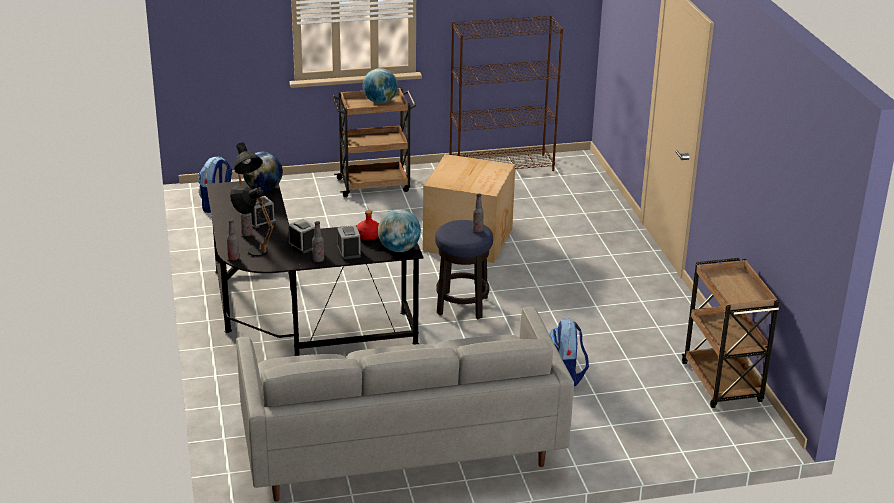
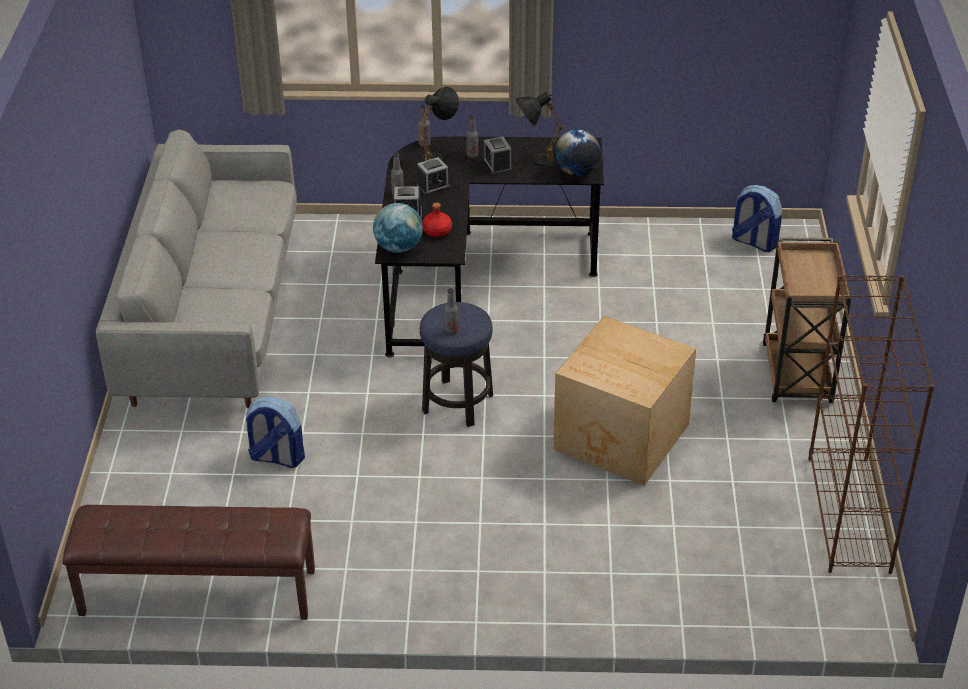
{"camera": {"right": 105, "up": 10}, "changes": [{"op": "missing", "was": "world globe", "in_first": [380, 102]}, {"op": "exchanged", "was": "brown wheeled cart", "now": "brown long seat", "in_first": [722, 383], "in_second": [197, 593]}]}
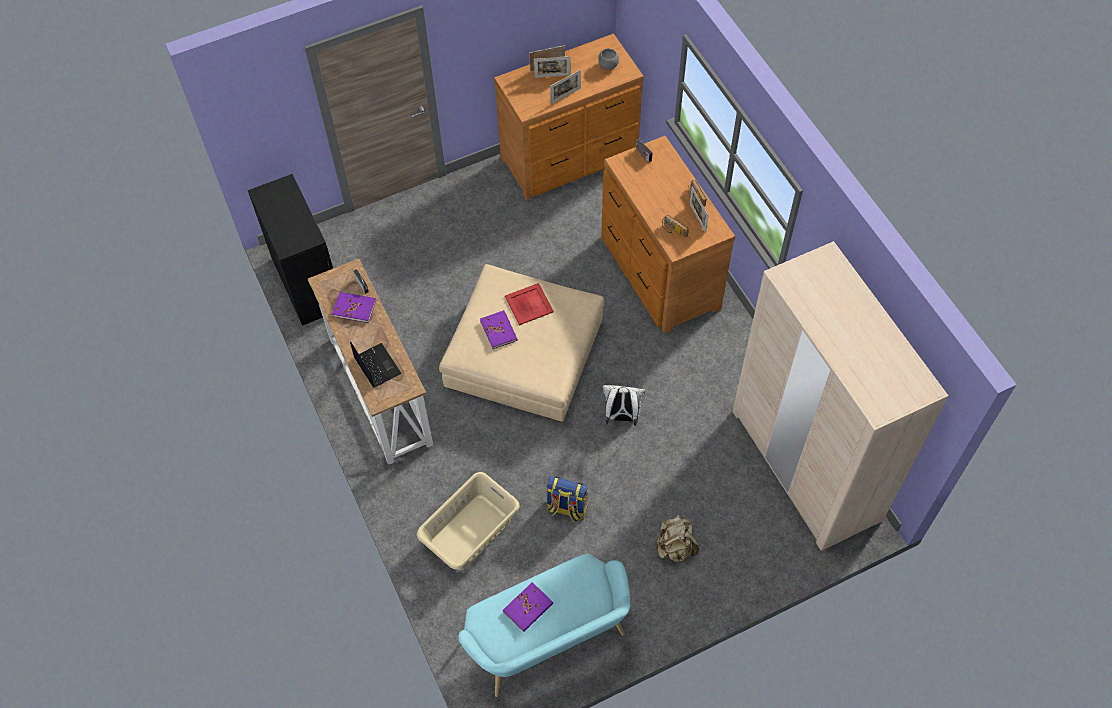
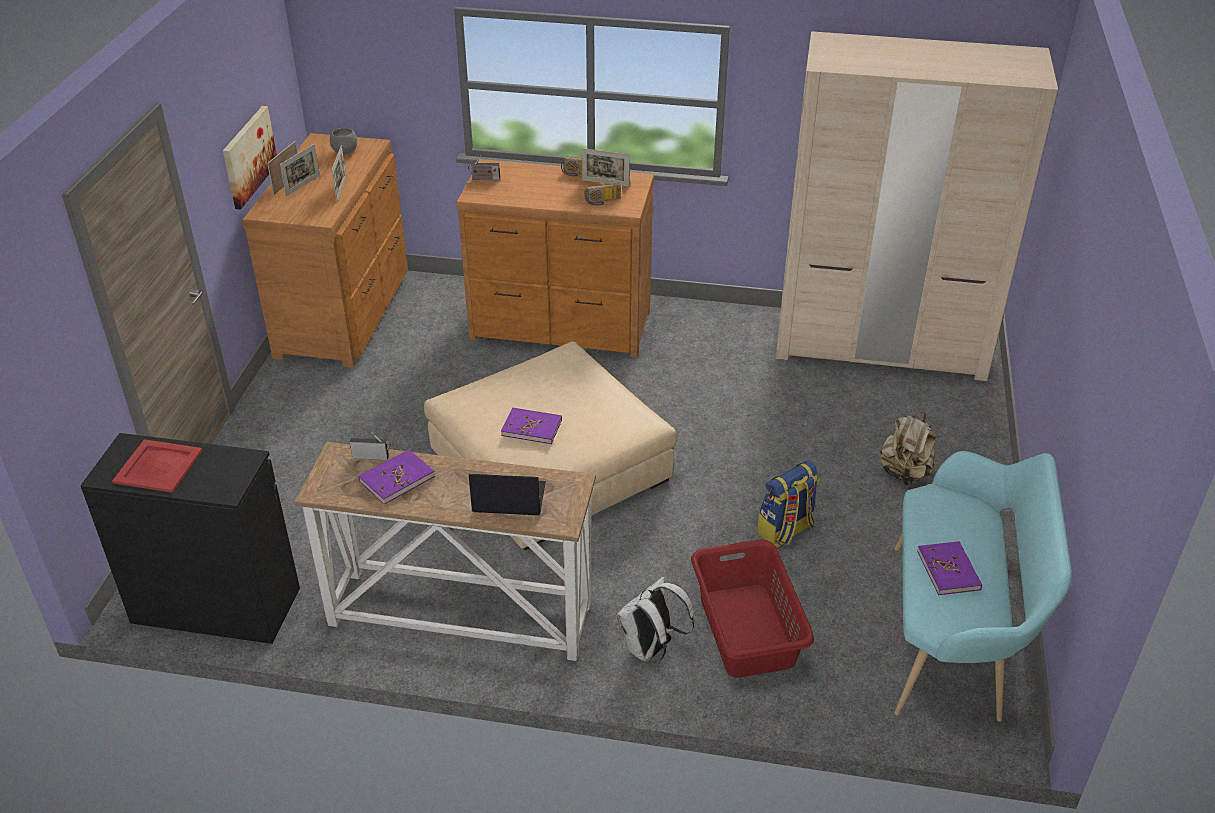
{"camera": {"right": -55, "up": -20}, "changes": [{"op": "appeared", "now": "wall picture", "in_second": [248, 156]}, {"op": "relocated", "was": "red-coloured serving tray", "in_first": [528, 304], "in_second": [157, 466]}, {"op": "relocated", "was": "white knapsack", "in_first": [621, 416], "in_second": [651, 649]}, {"op": "colour", "was": "sand-coloured laundry basket", "now": "red-coloured laundry basket", "in_first": [469, 532], "in_second": [746, 631]}]}
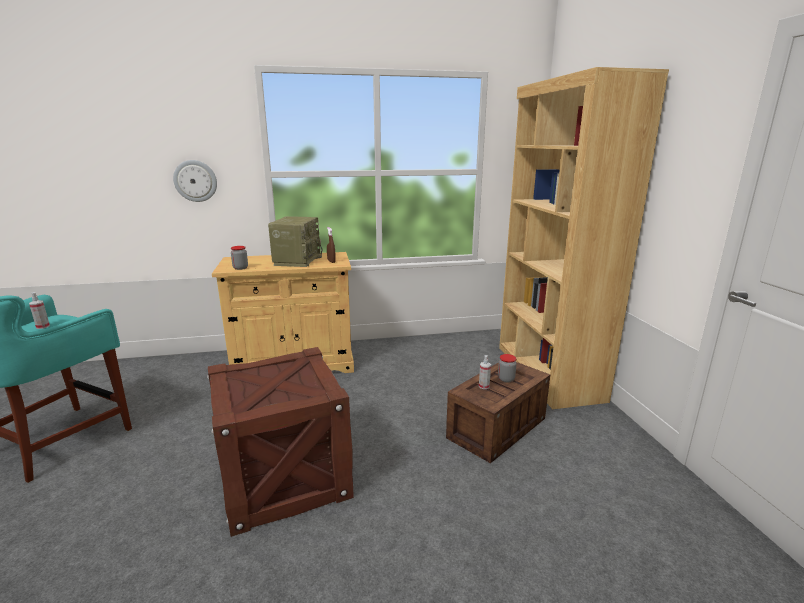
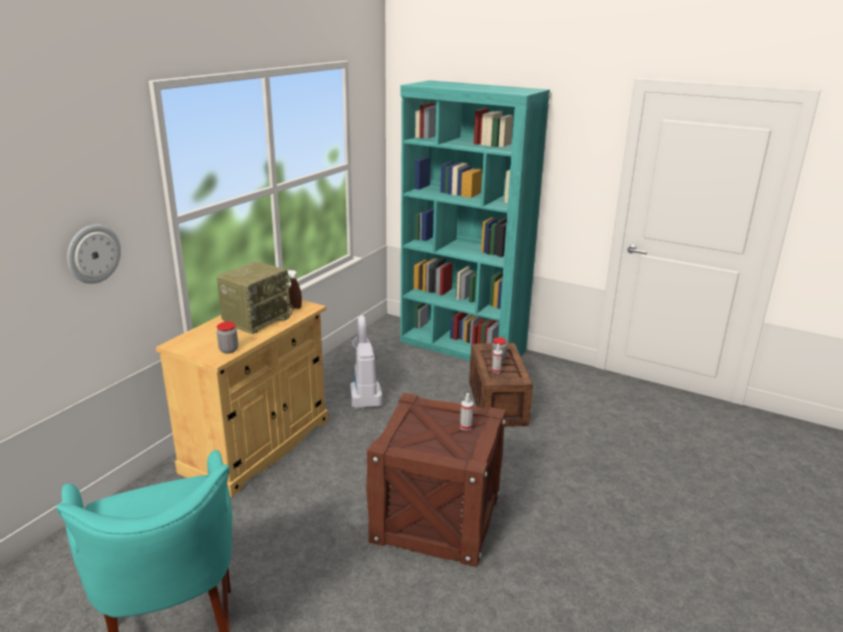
{"camera": {"right": -50, "up": 5}, "changes": [{"op": "appeared", "now": "hoover", "in_second": [364, 389]}, {"op": "relocated", "was": "hand sprayer", "in_first": [43, 326], "in_second": [466, 427]}, {"op": "colour", "was": "brown bookshelf", "now": "blue-green bookshelf", "in_first": [547, 372], "in_second": [462, 346]}, {"op": "spun", "was": "radio set", "in_first": [297, 260], "in_second": [257, 319], "clockwise": 75}]}
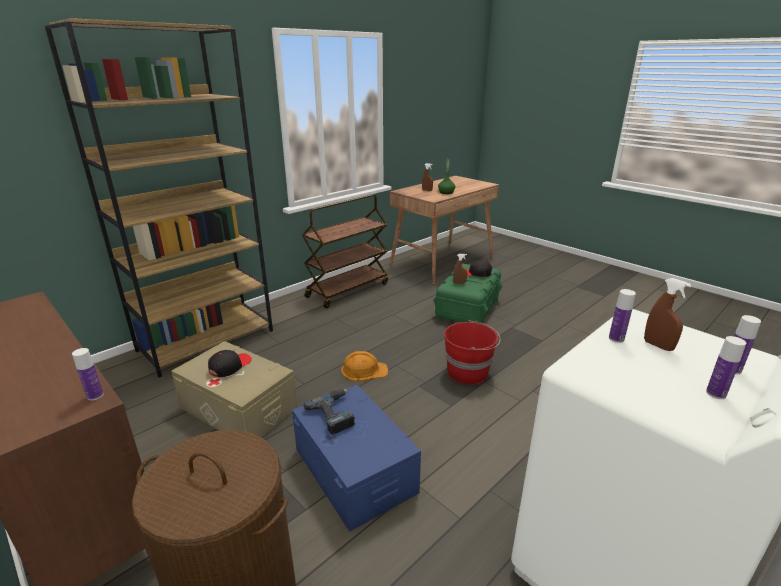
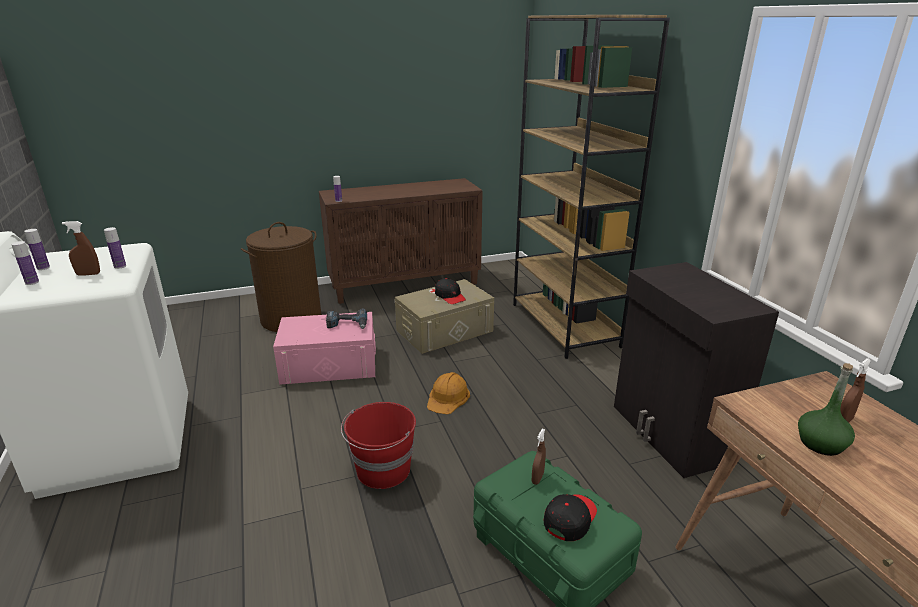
{"camera": {"right": 115, "up": 0}, "changes": [{"op": "exchanged", "was": "brown wheeled cart", "now": "black-coloured cabinet", "in_first": [348, 290], "in_second": [670, 434]}, {"op": "colour", "was": "bluish storage container", "now": "pink storage container", "in_first": [354, 470], "in_second": [329, 364]}]}
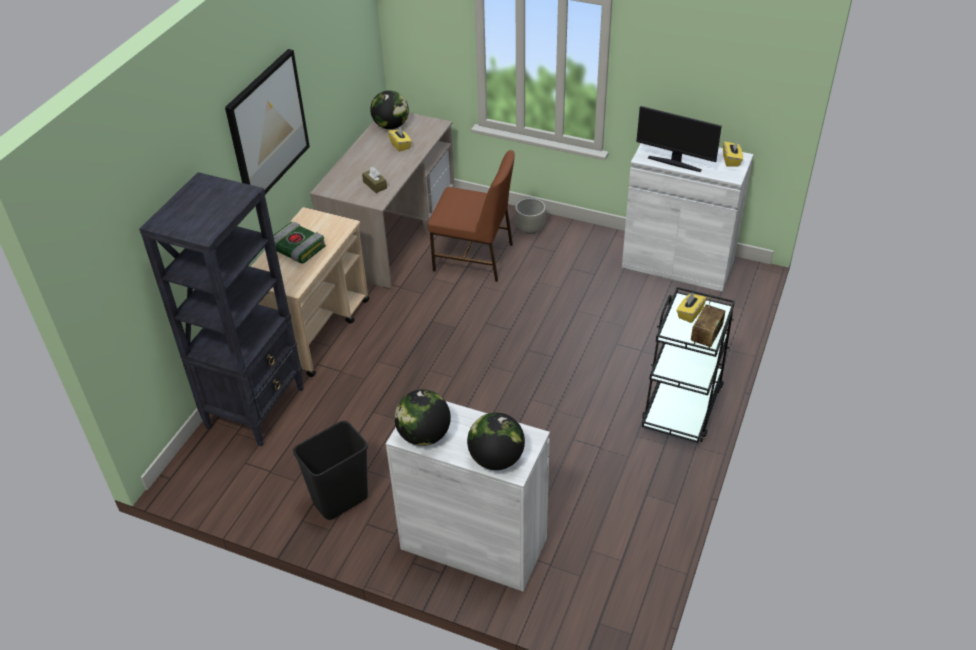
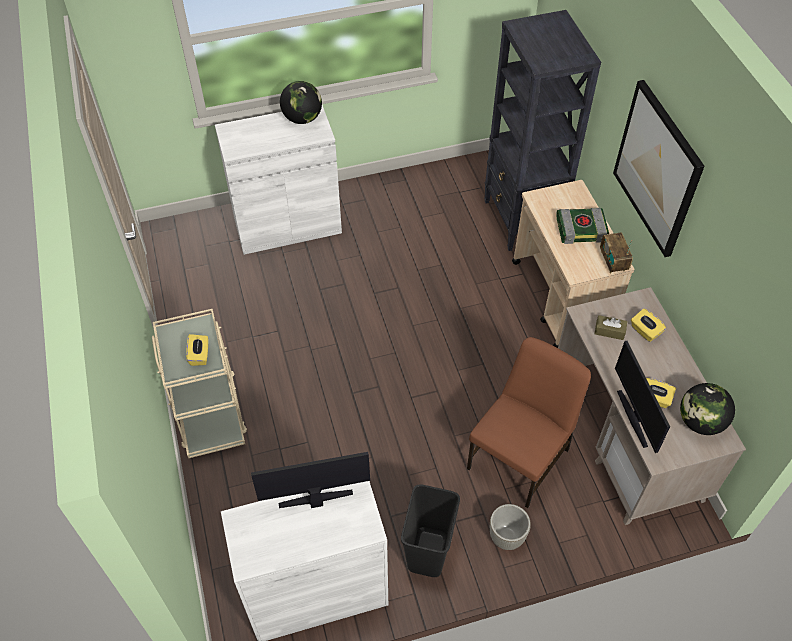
{"camera": {"right": 140, "up": 10}, "changes": [{"op": "missing", "was": "world globe", "in_first": [496, 459]}, {"op": "appeared", "now": "monitor", "in_second": [634, 418]}, {"op": "relocated", "was": "black-coloured trash can", "in_first": [340, 499], "in_second": [429, 553]}, {"op": "relocated", "was": "radio set", "in_first": [706, 336], "in_second": [613, 261]}, {"op": "relocated", "was": "yellow-coloured box of tissues", "in_first": [731, 160], "in_second": [645, 331]}, {"op": "colour", "was": "black-coloured wheeled cart", "now": "sand-coloured wheeled cart", "in_first": [682, 405], "in_second": [210, 412]}, {"op": "spun", "was": "brown upright chair", "in_first": [474, 258], "in_second": [520, 458], "clockwise": 150}]}
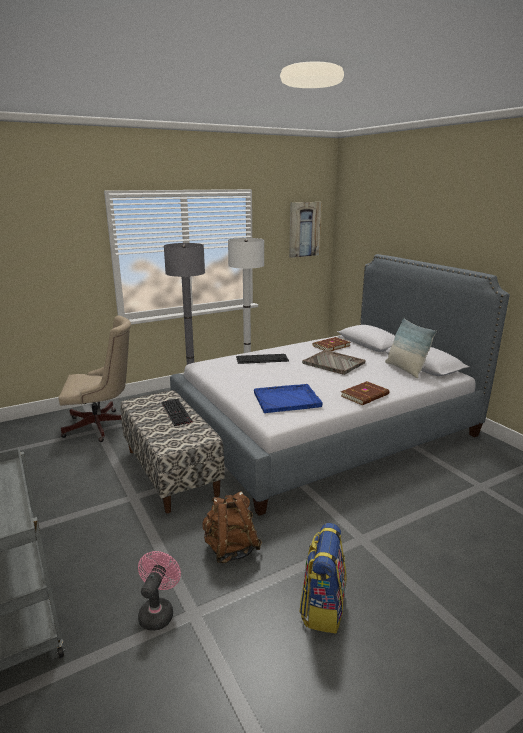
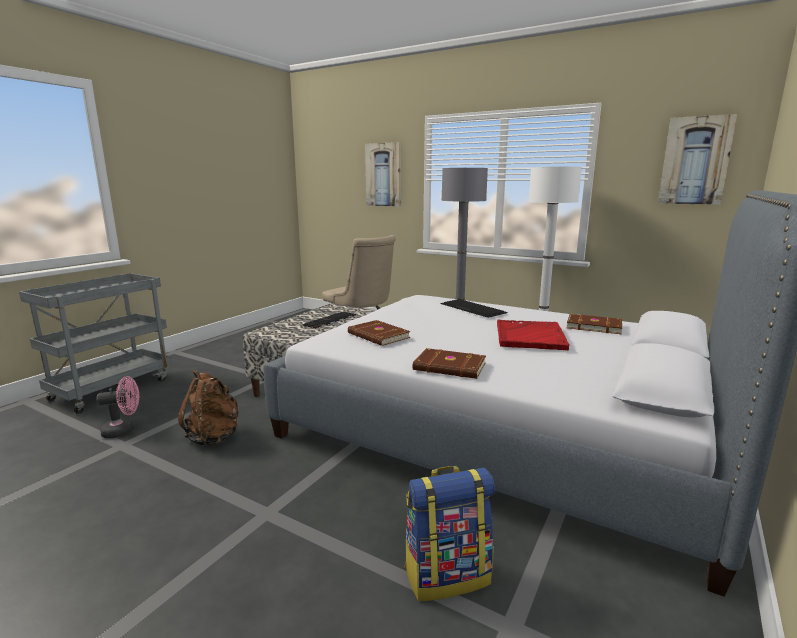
{"camera": {"right": 60, "up": -5}, "changes": [{"op": "missing", "was": "cushion", "in_first": [405, 369]}, {"op": "appeared", "now": "wall picture", "in_second": [384, 175]}, {"op": "relocated", "was": "knapsack", "in_first": [322, 607], "in_second": [447, 575]}, {"op": "exchanged", "was": "bluish serving tray", "now": "brown book", "in_first": [287, 399], "in_second": [378, 336]}, {"op": "colour", "was": "greyish serving tray", "now": "red-coloured serving tray", "in_first": [334, 363], "in_second": [529, 336]}]}
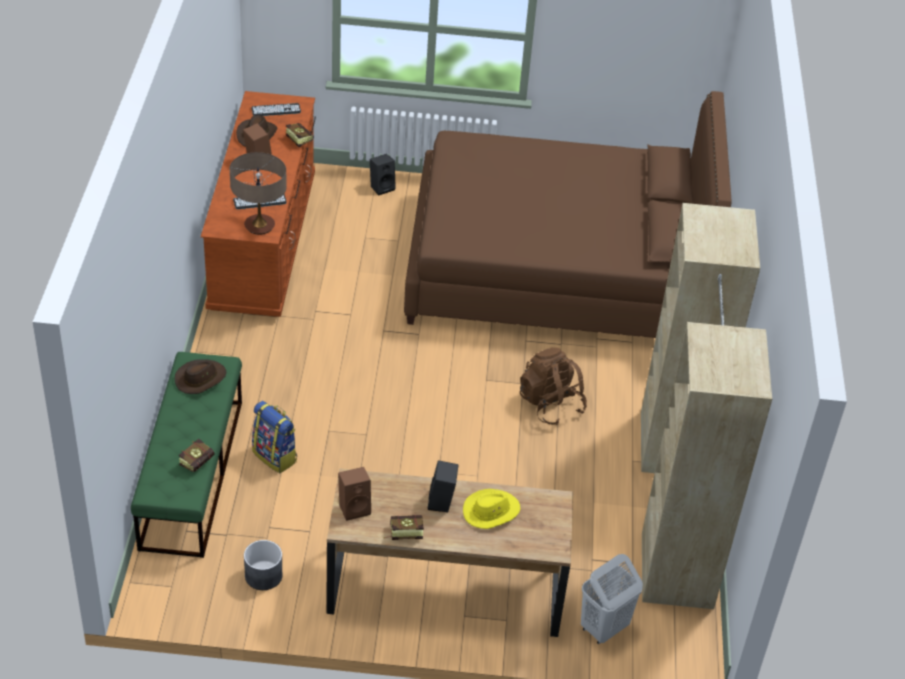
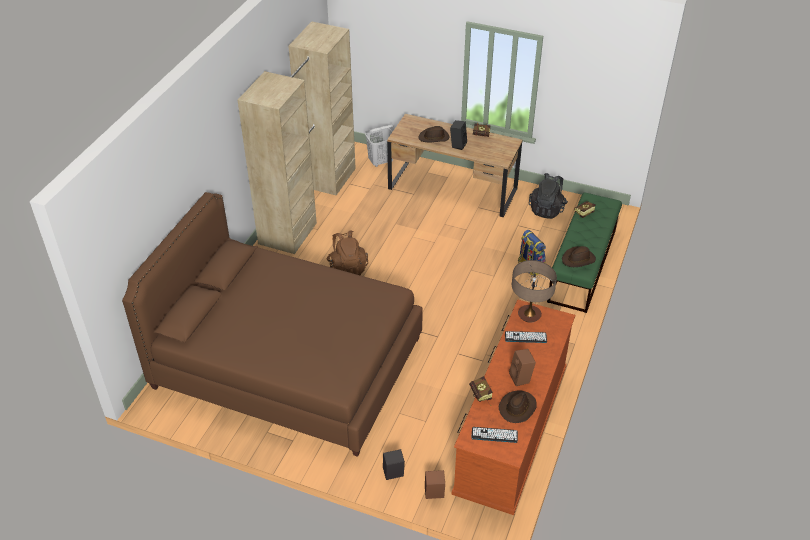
{"camera": {"right": -160, "up": 0}, "changes": [{"op": "relocated", "was": "brown loudspeaker", "in_first": [355, 507], "in_second": [433, 494]}, {"op": "exchanged", "was": "greyish planter", "now": "black-coloured knapsack", "in_first": [263, 575], "in_second": [547, 209]}, {"op": "colour", "was": "yellow-coloured clothing hat", "now": "brown clothing hat", "in_first": [491, 511], "in_second": [434, 137]}]}
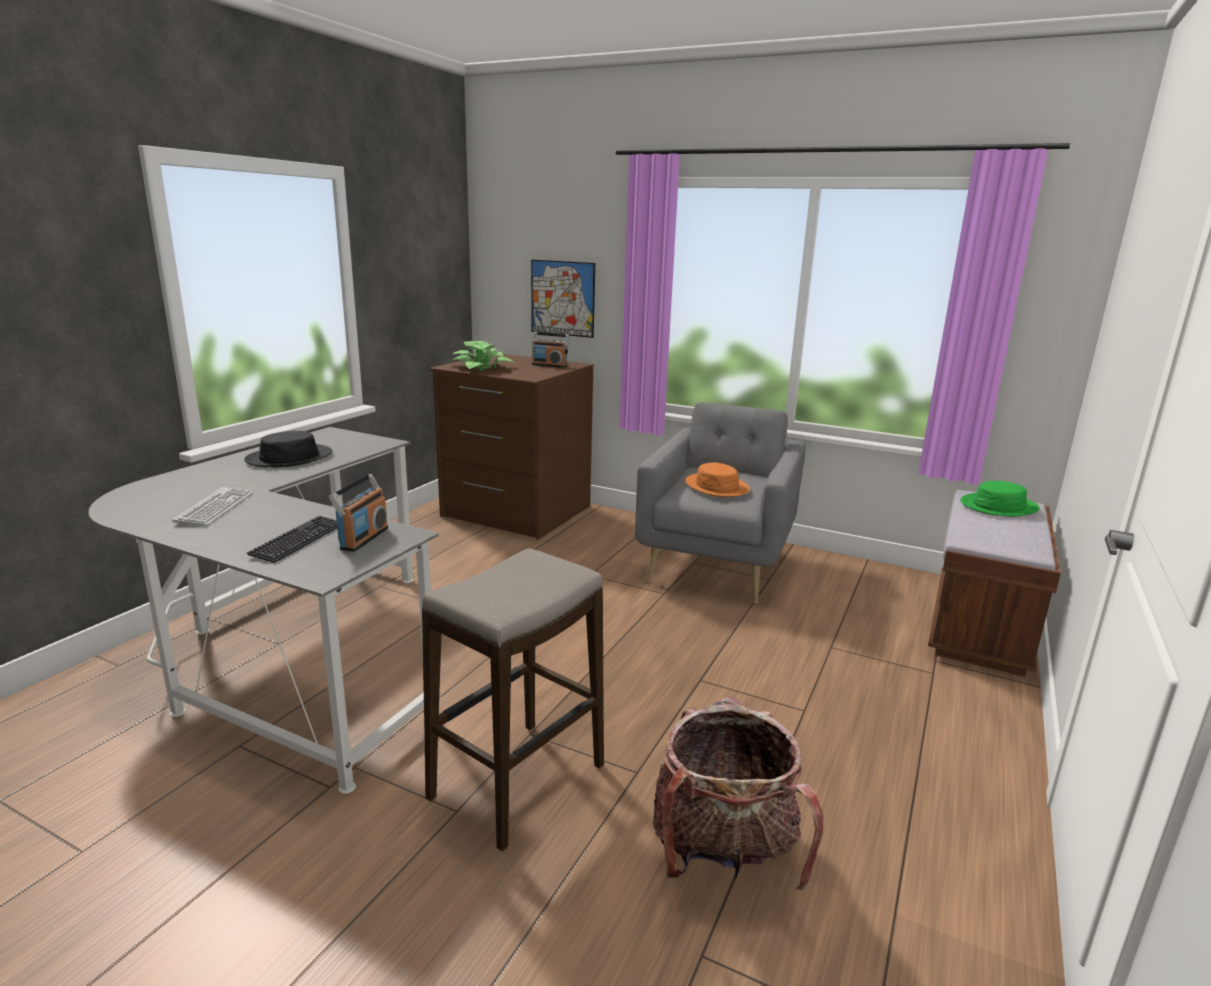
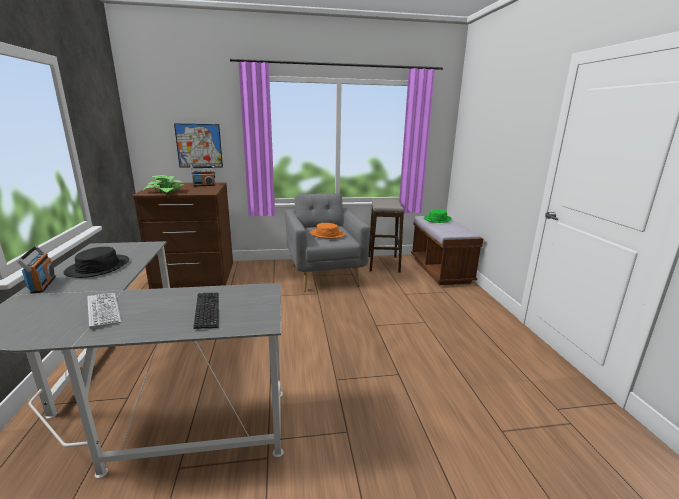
{"camera": {"right": -35, "up": 0}, "changes": [{"op": "missing", "was": "knapsack", "in_first": [722, 853]}, {"op": "relocated", "was": "radio set", "in_first": [363, 538], "in_second": [42, 285]}, {"op": "relocated", "was": "stool seat", "in_first": [518, 782], "in_second": [383, 264]}]}
